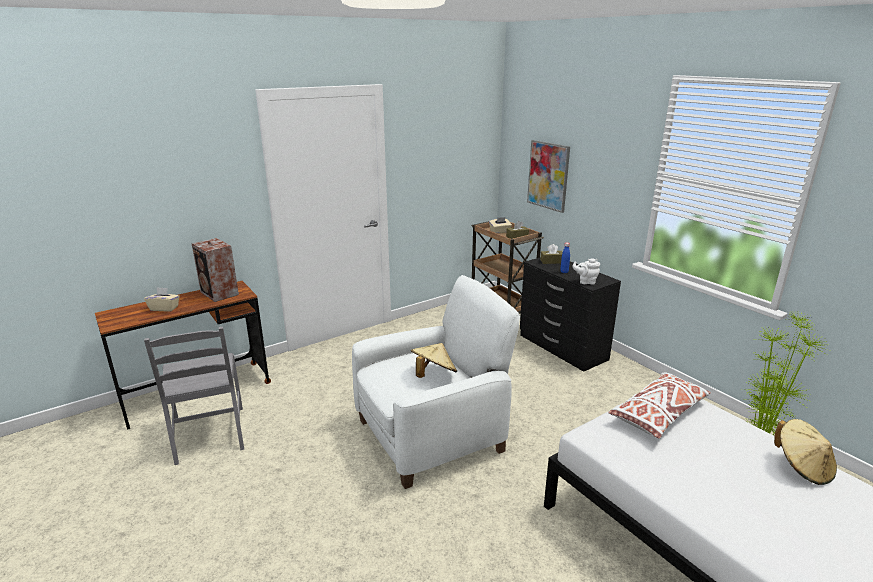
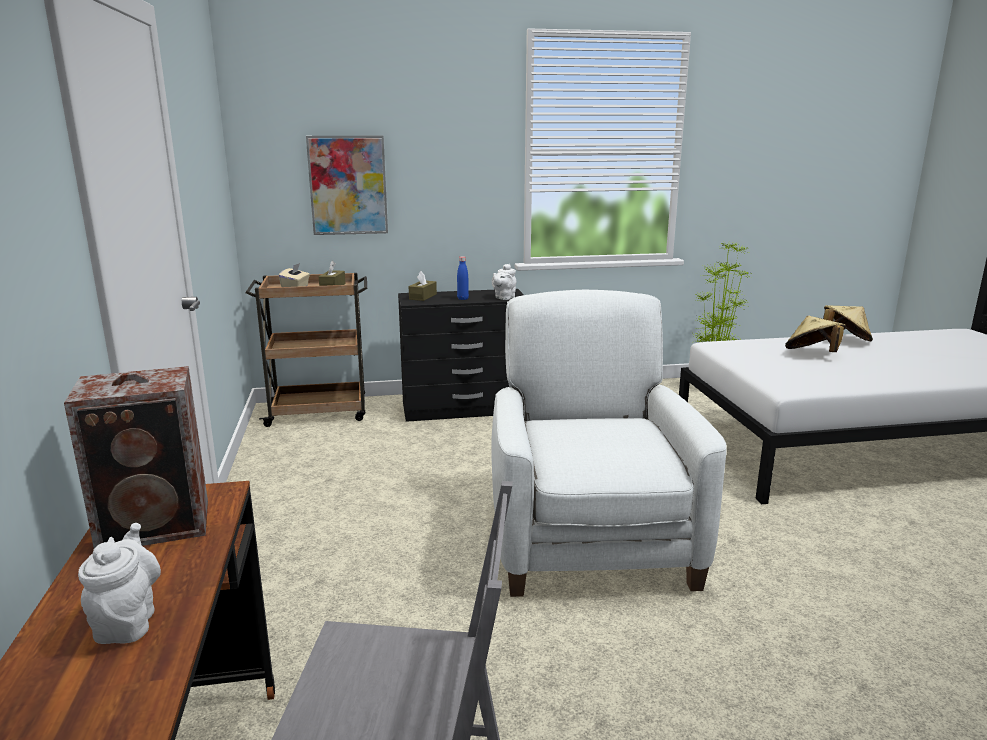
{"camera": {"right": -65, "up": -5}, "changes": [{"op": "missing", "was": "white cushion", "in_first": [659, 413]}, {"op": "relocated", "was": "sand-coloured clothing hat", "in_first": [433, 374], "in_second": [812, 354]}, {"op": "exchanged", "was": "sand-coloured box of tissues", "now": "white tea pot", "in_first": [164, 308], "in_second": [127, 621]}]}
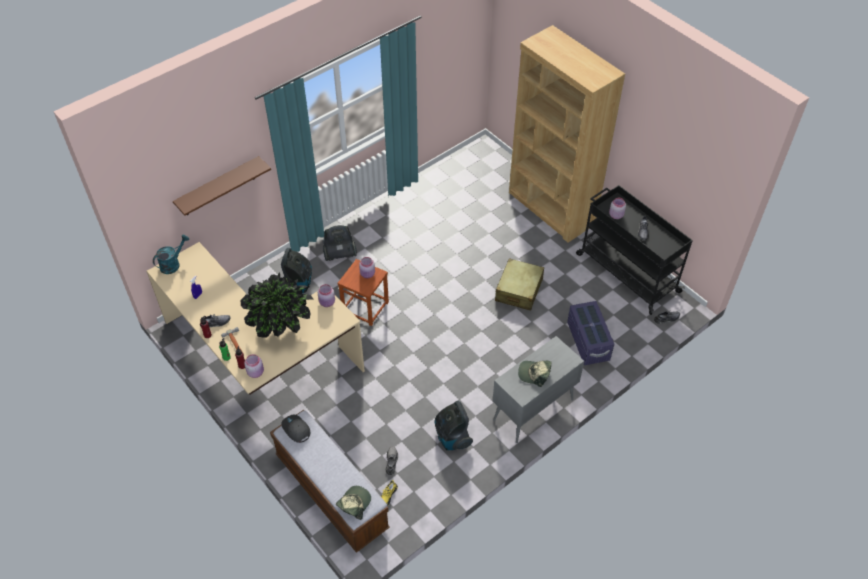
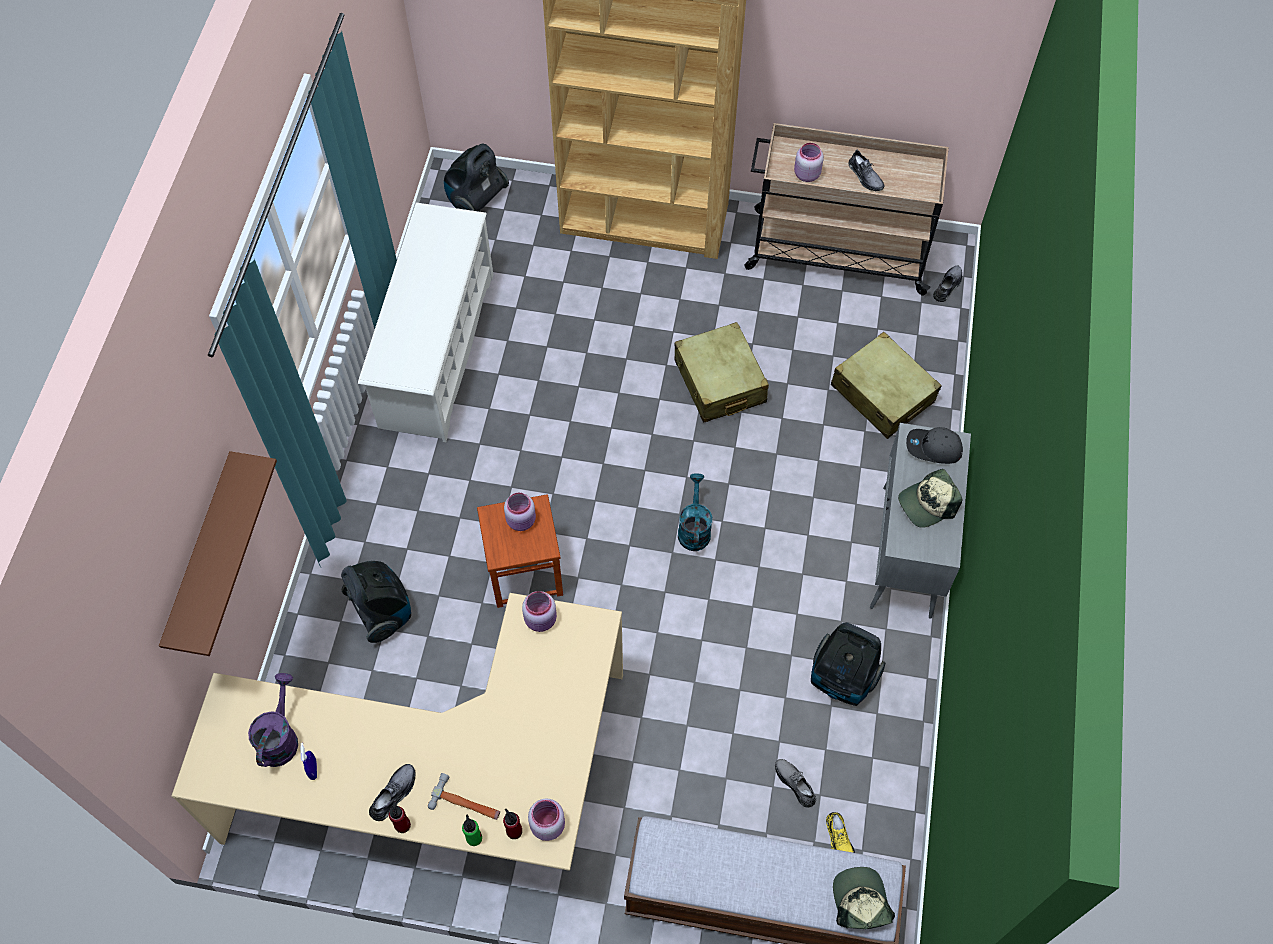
{"camera": {"right": -40, "up": 10}, "changes": [{"op": "missing", "was": "plant in a pot", "in_first": [282, 324]}, {"op": "appeared", "now": "purple-coloured sprinkling can", "in_second": [280, 737]}, {"op": "appeared", "now": "white shoe rack", "in_second": [436, 350]}, {"op": "relocated", "was": "blue-green sprinkling can", "in_first": [173, 264], "in_second": [694, 528]}, {"op": "relocated", "was": "greyish cap", "in_first": [296, 429], "in_second": [933, 448]}, {"op": "relocated", "was": "hoover", "in_first": [339, 254], "in_second": [476, 200]}, {"op": "exchanged", "was": "purple-coloured storage container", "now": "sand-coloured suitcase", "in_first": [588, 341], "in_second": [882, 394]}, {"op": "colour", "was": "black-coloured wheeled cart", "now": "sand-coloured wheeled cart", "in_first": [626, 272], "in_second": [836, 251]}]}
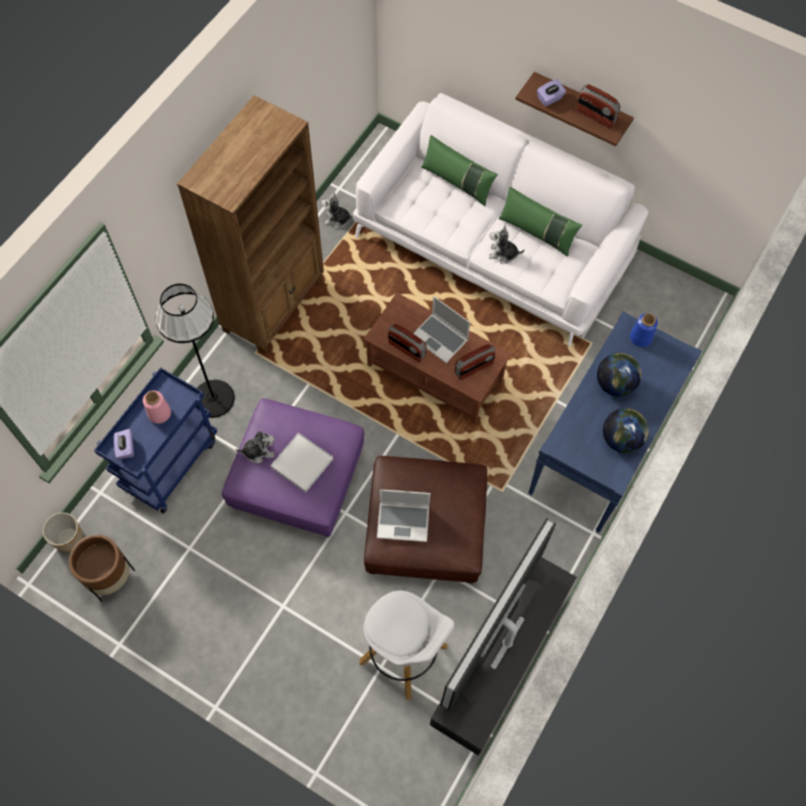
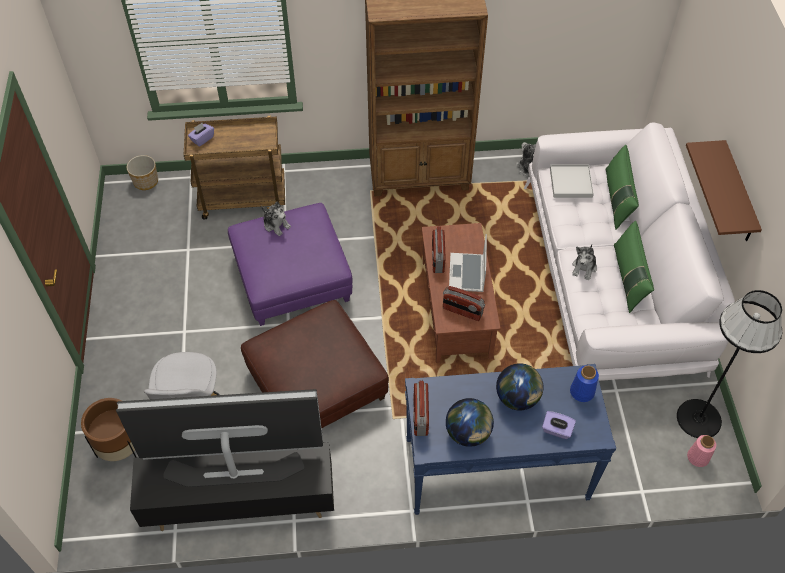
{"camera": {"right": 55, "up": -10}, "changes": [{"op": "missing", "was": "laptop", "in_first": [404, 521]}, {"op": "relocated", "was": "brown planter", "in_first": [110, 577], "in_second": [121, 448]}, {"op": "relocated", "was": "pink flower vase", "in_first": [159, 413], "in_second": [698, 457]}, {"op": "relocated", "was": "black-coloured floor lamp", "in_first": [213, 398], "in_second": [699, 419]}, {"op": "relocated", "was": "white serving tray", "in_first": [302, 463], "in_second": [571, 183]}, {"op": "relocated", "was": "purple-coloured box of tissues", "in_first": [550, 99], "in_second": [556, 430]}, {"op": "relocated", "was": "radio set", "in_first": [595, 116], "in_second": [420, 416]}, {"op": "colour", "was": "bluish wheeled cart", "now": "brown wheeled cart", "in_first": [170, 462], "in_second": [243, 199]}, {"op": "spun", "was": "plush toy", "in_first": [503, 254], "in_second": [584, 268], "clockwise": -135}]}
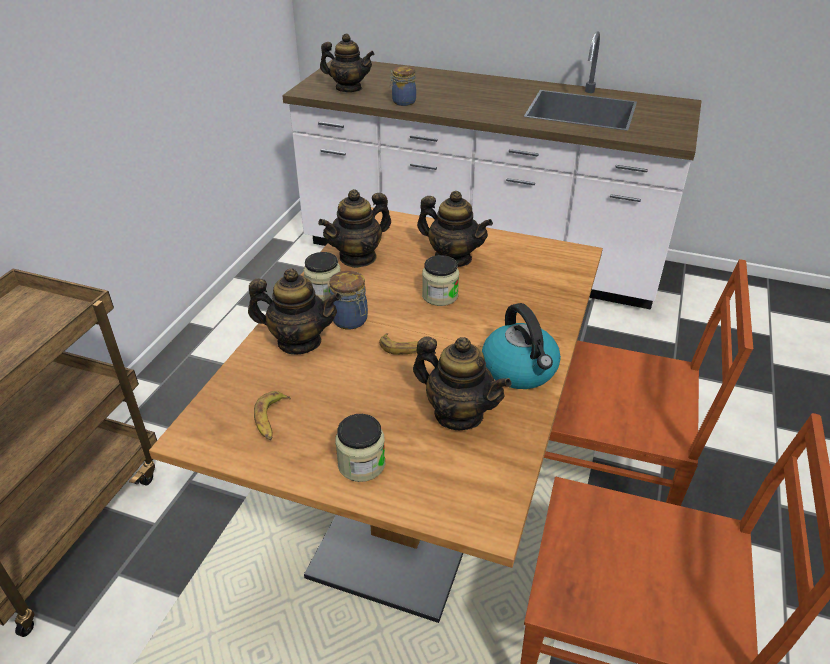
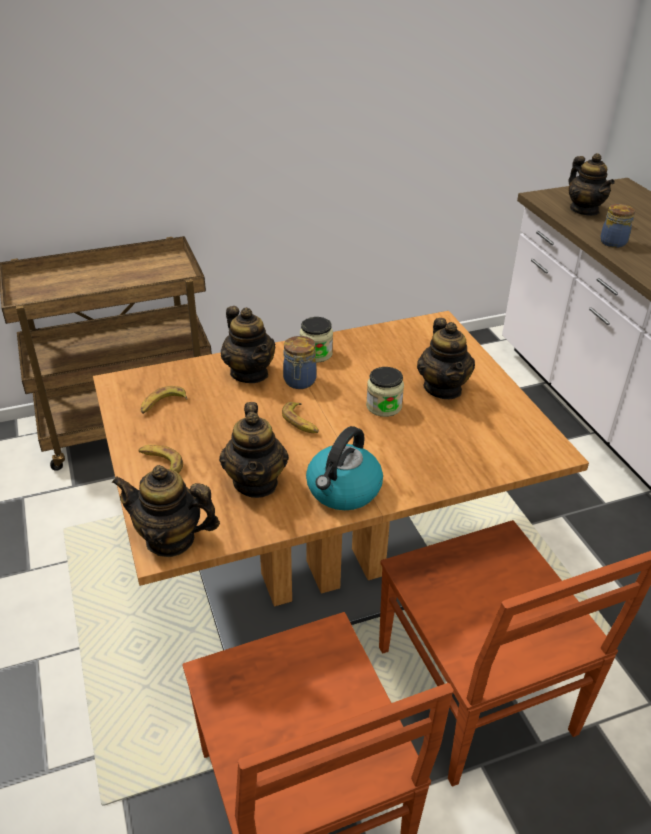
{"camera": {"right": 50, "up": 0}, "changes": [{"op": "relocated", "was": "tea pot", "in_first": [358, 257], "in_second": [170, 539]}, {"op": "exchanged", "was": "storage jar", "now": "whole banana", "in_first": [361, 464], "in_second": [160, 463]}]}
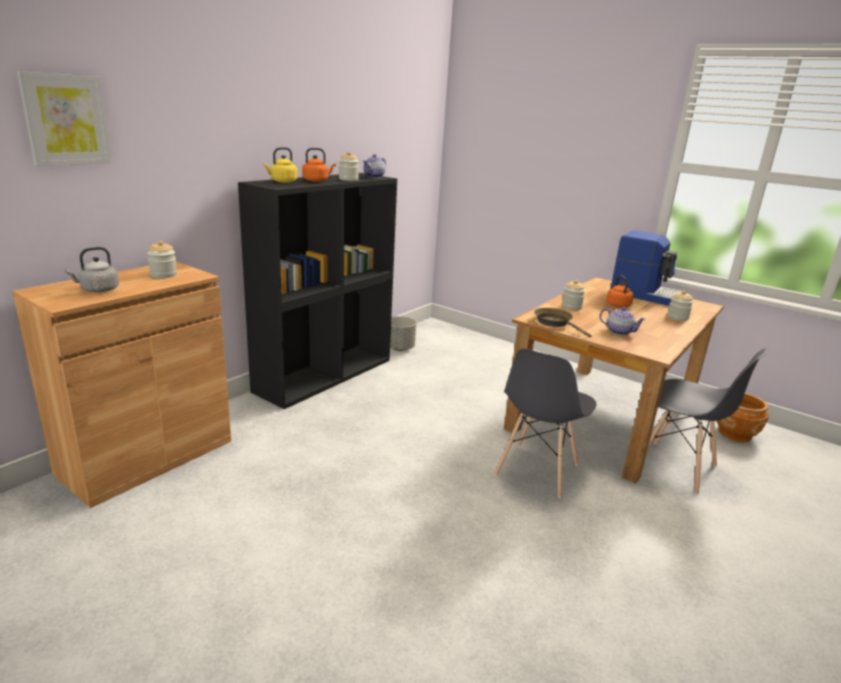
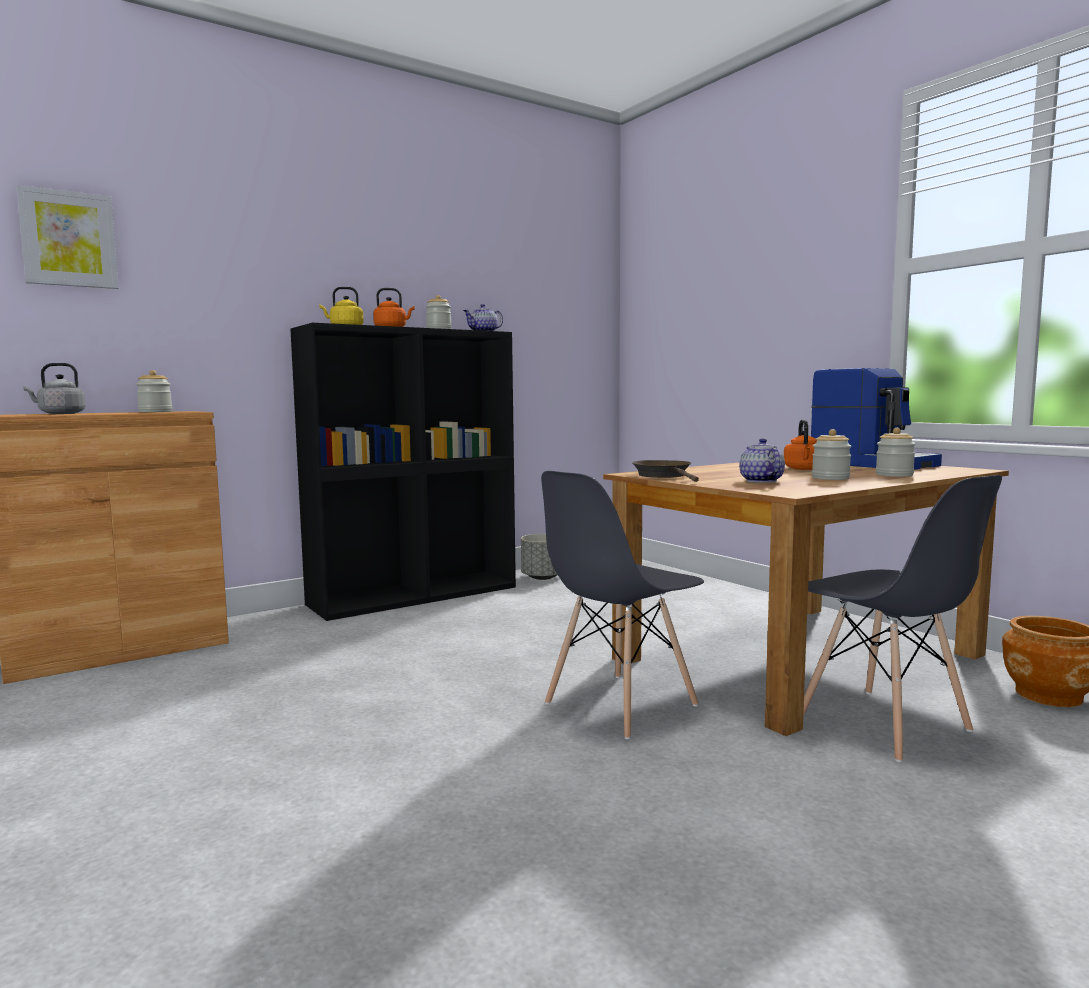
{"camera": {"right": 20, "up": -15}, "changes": [{"op": "relocated", "was": "storage jar", "in_first": [571, 306], "in_second": [830, 478]}, {"op": "spun", "was": "tea pot", "in_first": [619, 332], "in_second": [760, 481], "clockwise": -150}]}
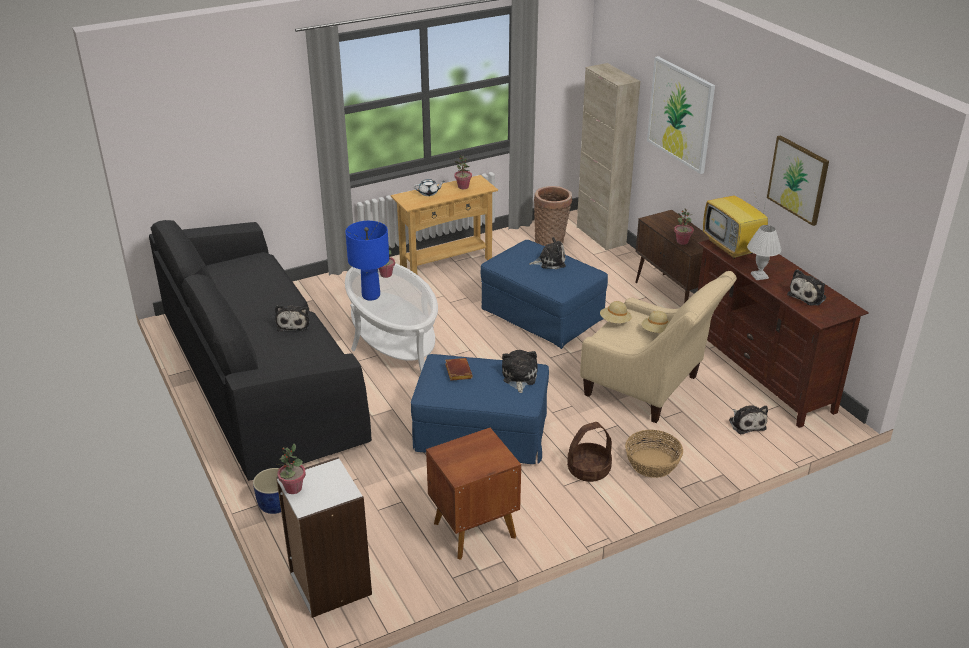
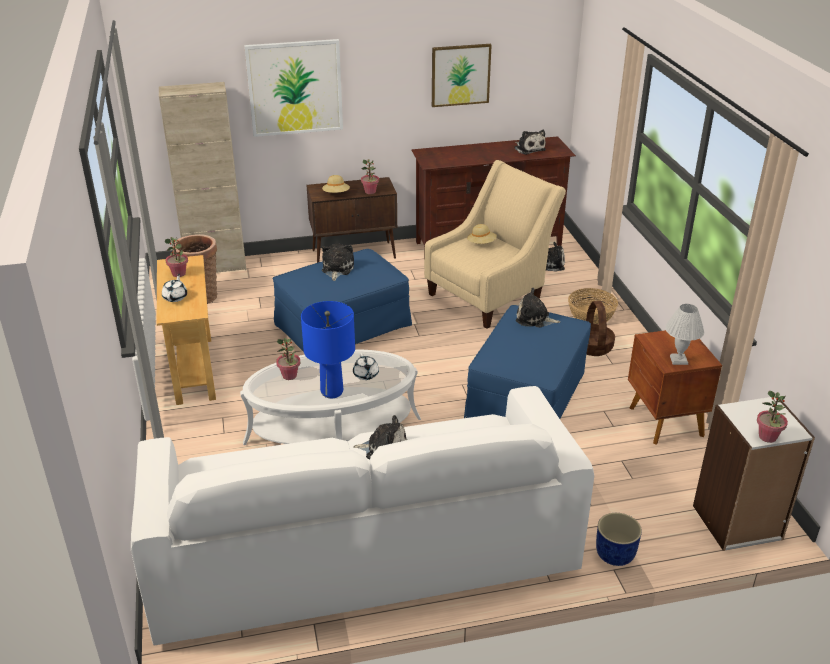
{"camera": {"right": -75, "up": 0}, "changes": [{"op": "missing", "was": "brown book", "in_first": [457, 371]}, {"op": "missing", "was": "television", "in_first": [733, 248]}, {"op": "appeared", "now": "white tea pot", "in_second": [366, 375]}, {"op": "relocated", "was": "sand-coloured clothing hat", "in_first": [615, 321], "in_second": [336, 194]}, {"op": "relocated", "was": "white lamp for a table", "in_first": [759, 276], "in_second": [678, 360]}, {"op": "colour", "was": "black-coloured settee", "now": "white settee", "in_first": [259, 376], "in_second": [362, 552]}]}
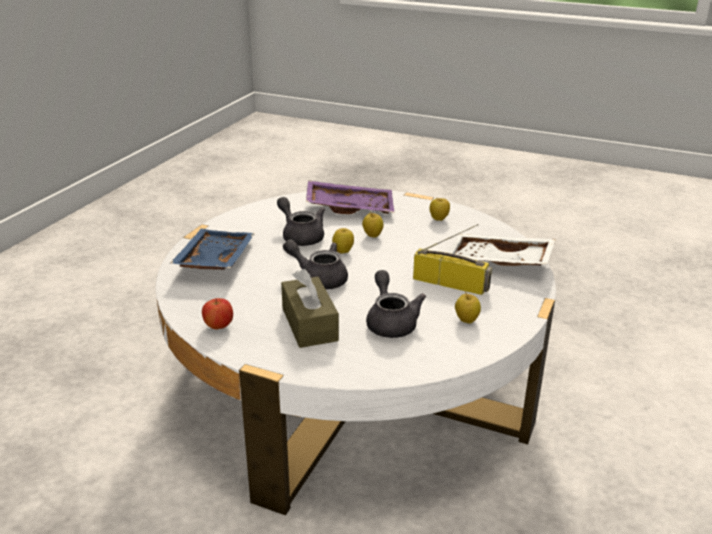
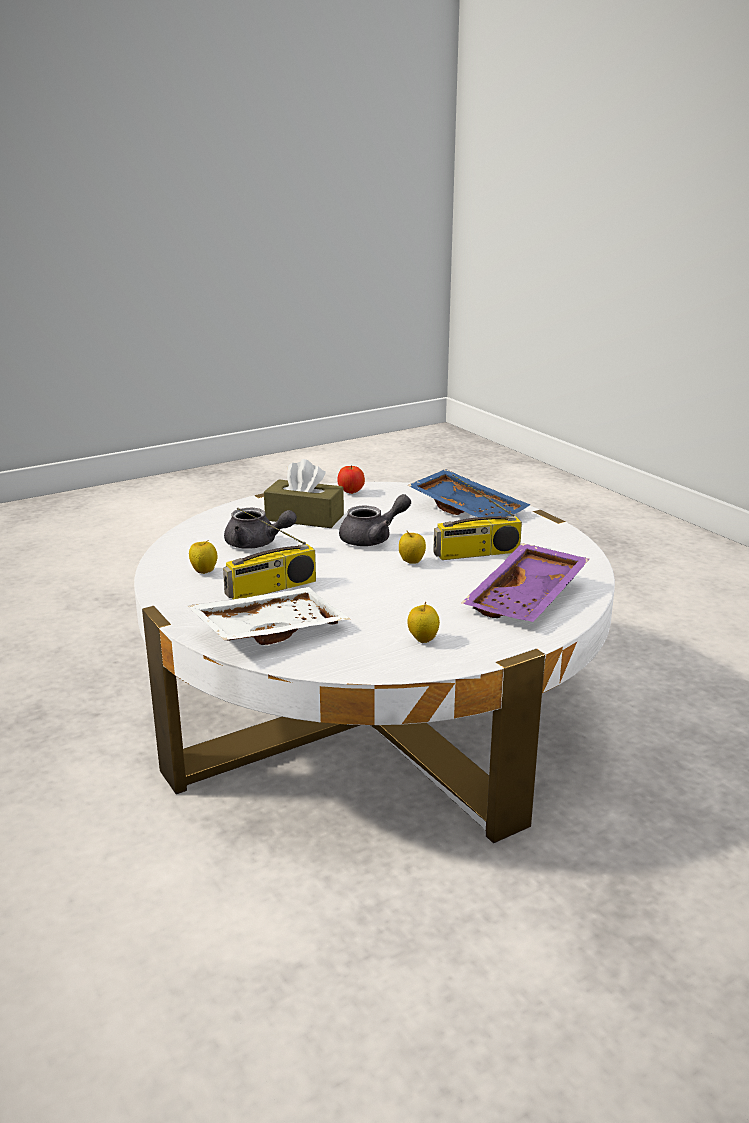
{"camera": {"right": 125, "up": -5}, "changes": [{"op": "missing", "was": "whole apple", "in_first": [372, 236]}, {"op": "exchanged", "was": "greyish tea pot", "now": "radio set", "in_first": [300, 236], "in_second": [476, 553]}]}
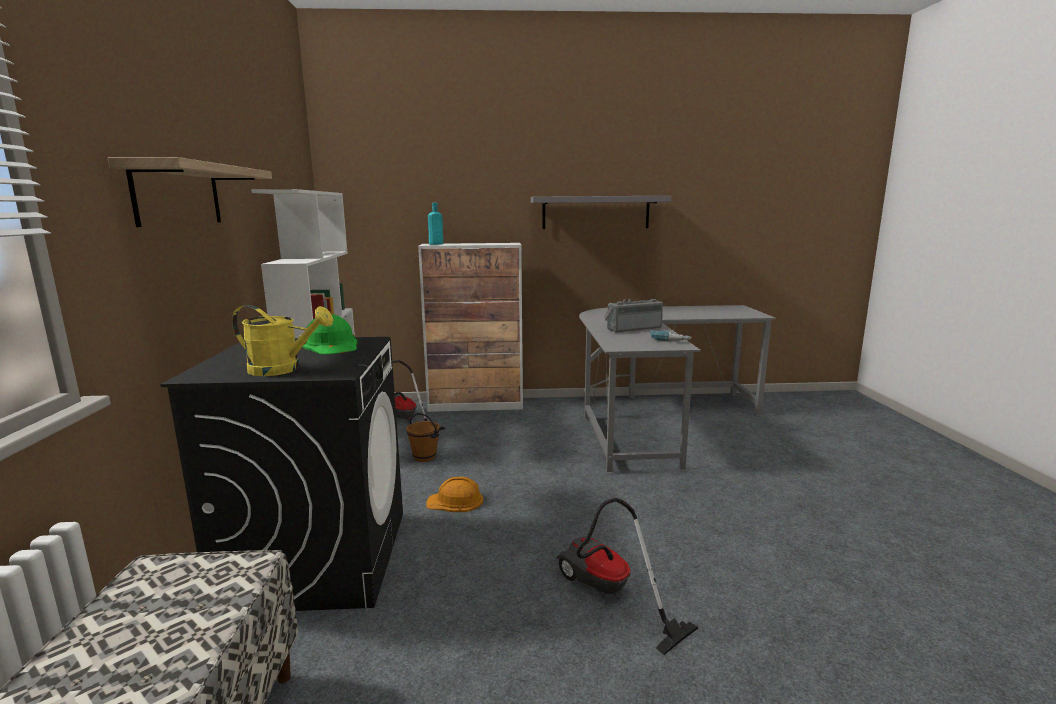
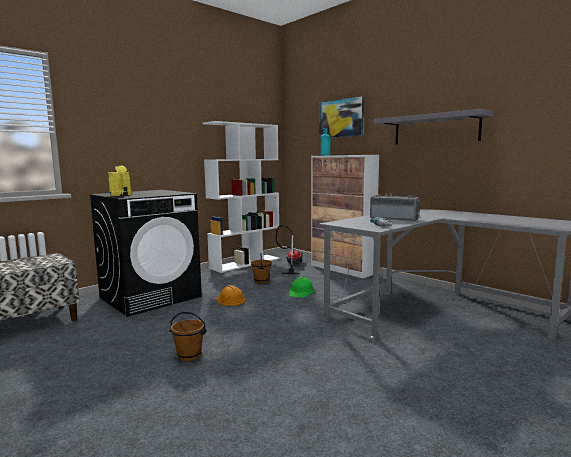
{"camera": {"right": 50, "up": -5}, "changes": [{"op": "missing", "was": "bracket shelf", "in_first": [178, 195]}, {"op": "appeared", "now": "wall picture", "in_second": [341, 118]}, {"op": "relocated", "was": "green-coloured safety helmet", "in_first": [332, 345], "in_second": [301, 291]}, {"op": "exchanged", "was": "hoover", "now": "brown pail", "in_first": [607, 594], "in_second": [189, 356]}]}
